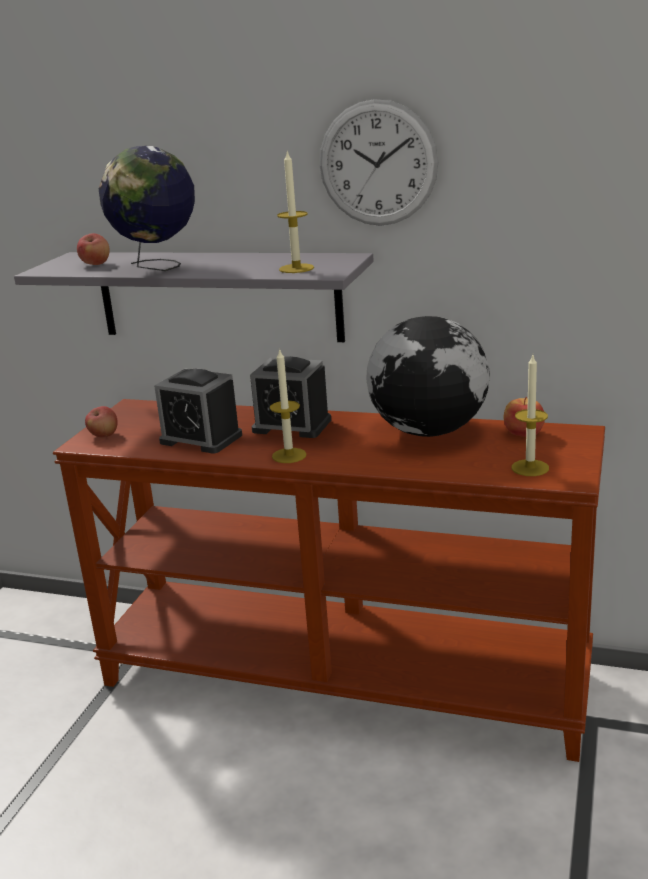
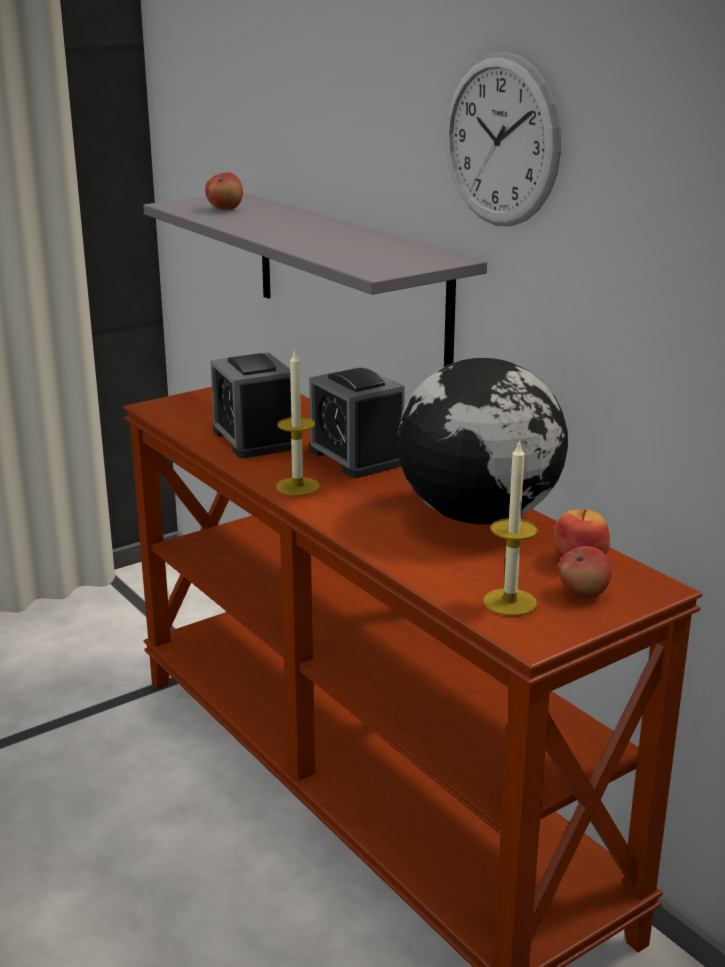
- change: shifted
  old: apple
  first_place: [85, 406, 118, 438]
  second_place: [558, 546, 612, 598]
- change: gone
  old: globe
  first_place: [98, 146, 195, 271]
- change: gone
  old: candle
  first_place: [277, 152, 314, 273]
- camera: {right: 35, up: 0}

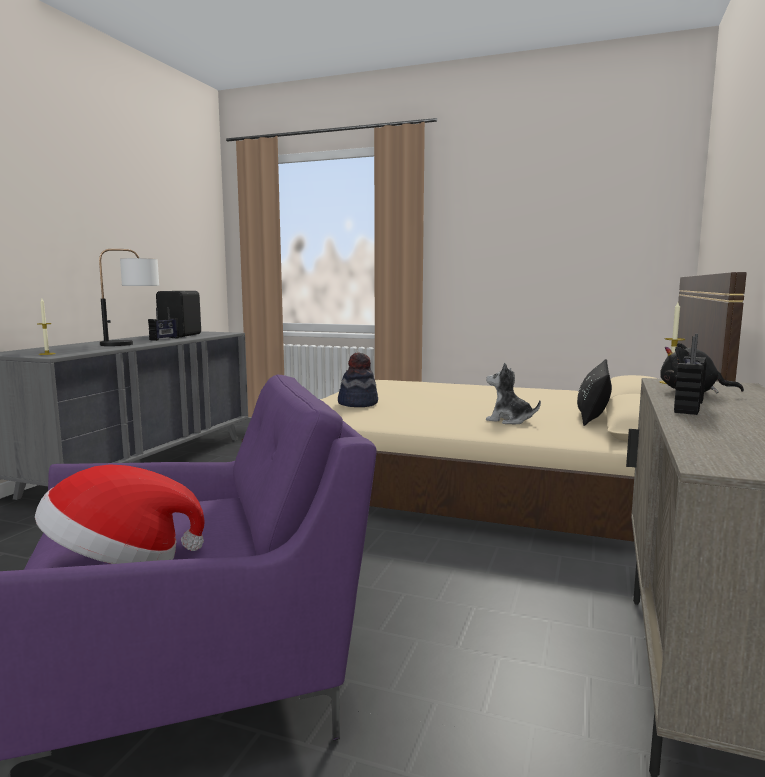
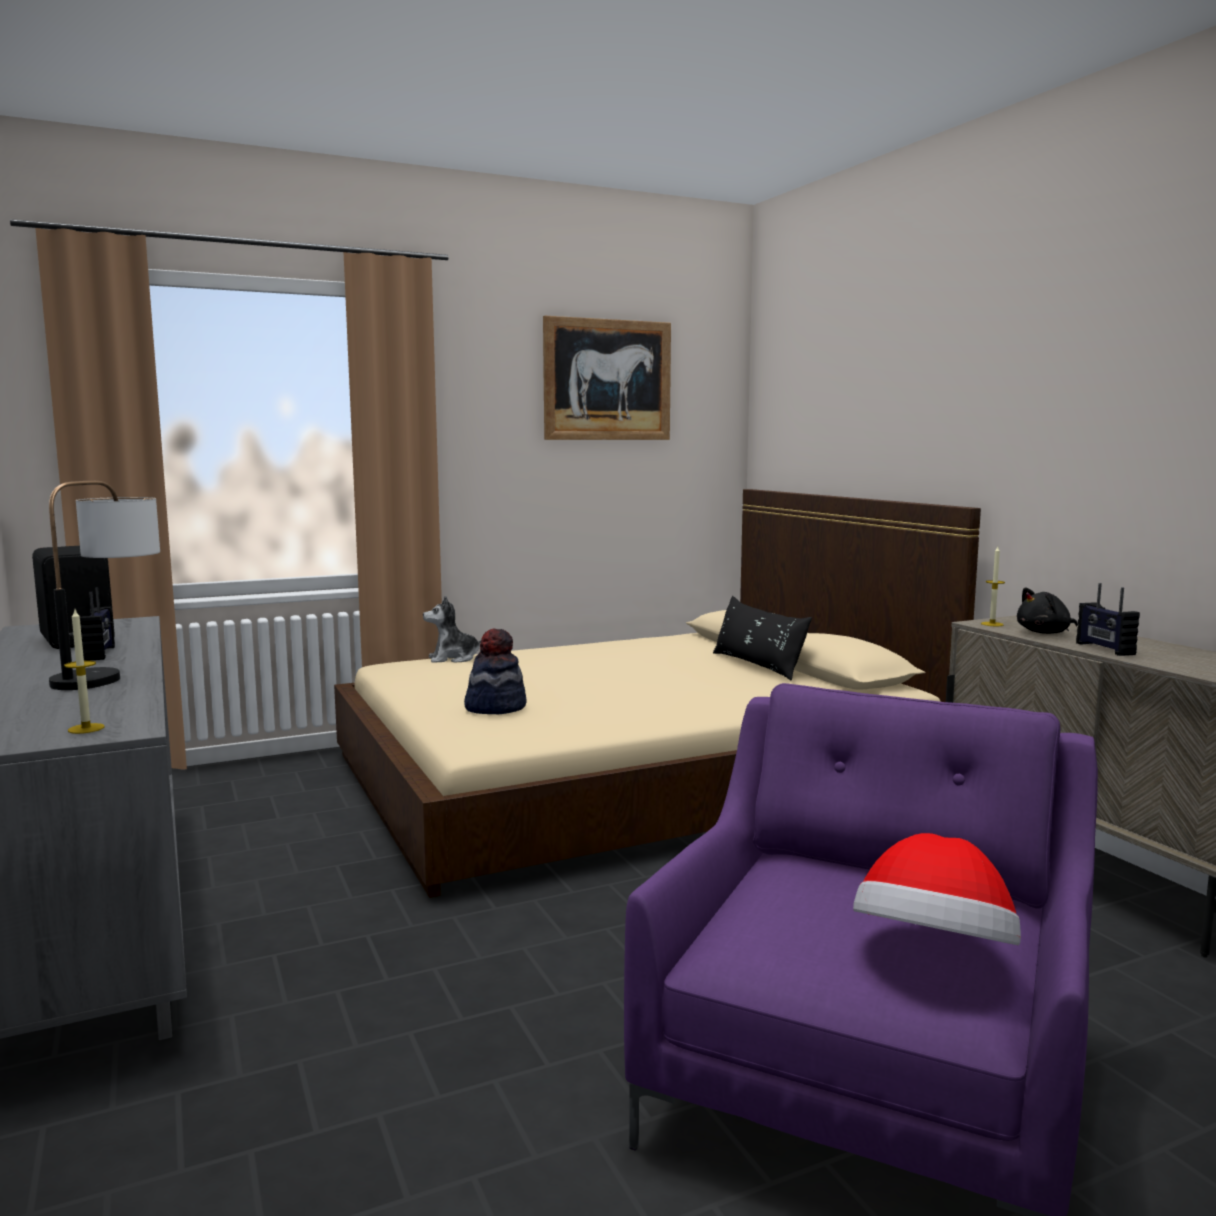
- change: shifted
  old: plush toy
  first_place: [486, 363, 541, 424]
  second_place: [423, 595, 486, 663]
- change: new
  new: picture
  second_place: [543, 316, 671, 440]
- camera: {right: -45, up: 0}

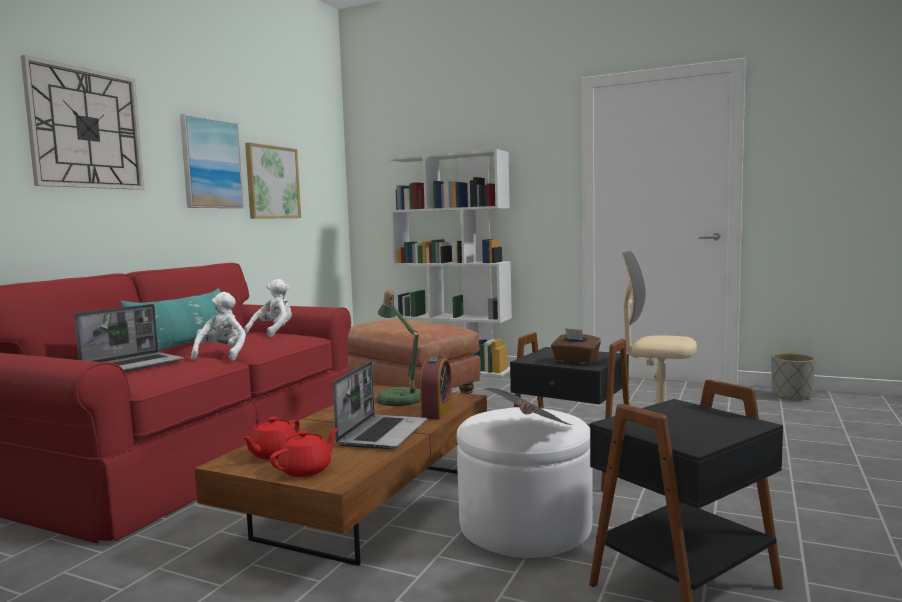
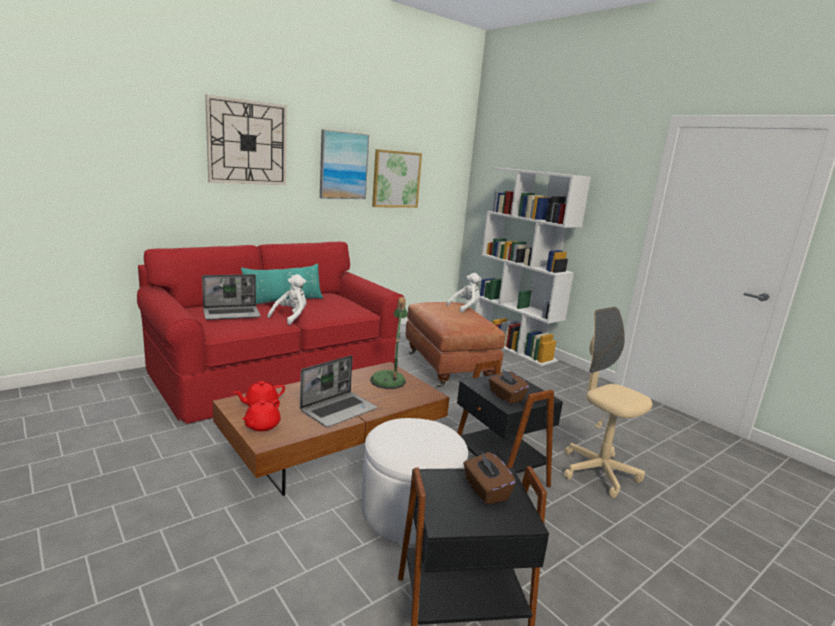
- change: rotated
  old: teapot/red
  first_place: [270, 428, 339, 477]
  second_place: [242, 400, 281, 431]
  degrees: 135
- change: shifted
  old: plush toy/white
  first_place: [244, 279, 292, 337]
  second_place: [447, 273, 482, 313]
- change: new
  new: tissue box/brown
  second_place: [463, 451, 516, 505]
- change: gone
  old: alarm clock
  first_place: [420, 355, 452, 420]
- change: gone
  old: newspaper
  first_place: [484, 387, 573, 425]
- change: gone
  old: planter/grey
  first_place: [771, 353, 815, 400]
- camera: {right: 25, up: 10}

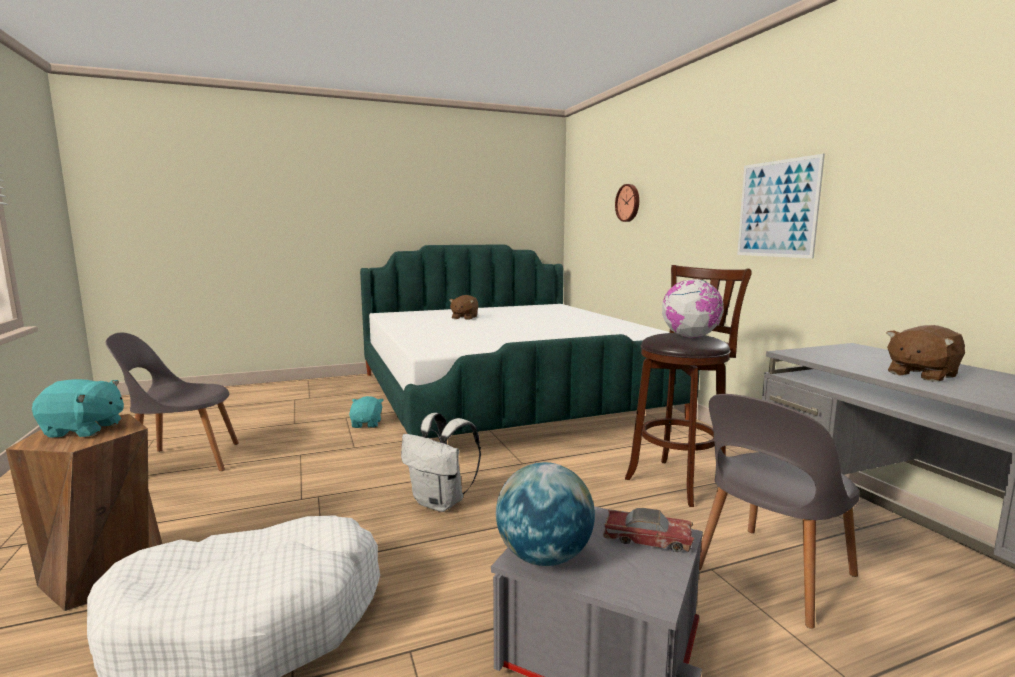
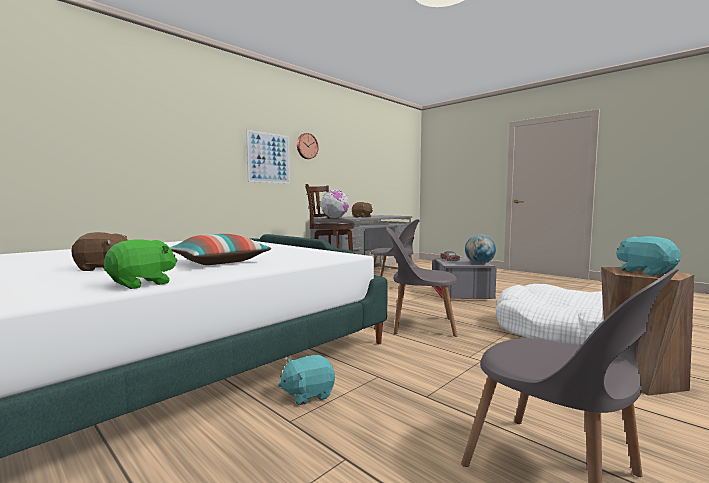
- change: new
  new: plush toy/green
  second_place: [104, 239, 177, 289]
- change: new
  new: pillow
  second_place: [170, 234, 271, 265]
- change: shifted
  old: wall clock
  first_place: [615, 184, 639, 222]
  second_place: [297, 133, 318, 159]
- change: swapped
  old: backpack/white
  new: chair/grey
  first_place: [401, 413, 481, 512]
  second_place: [386, 227, 457, 337]
- camera: {right: -115, up: -5}

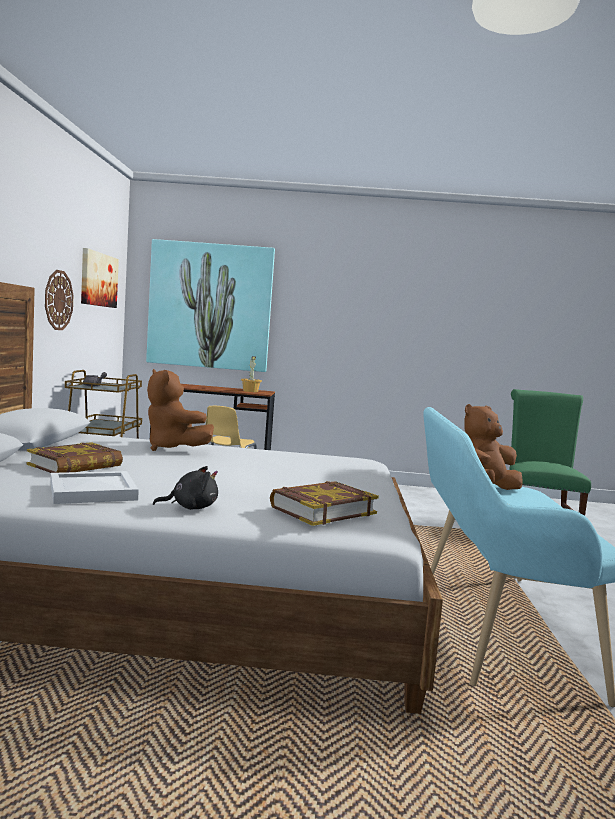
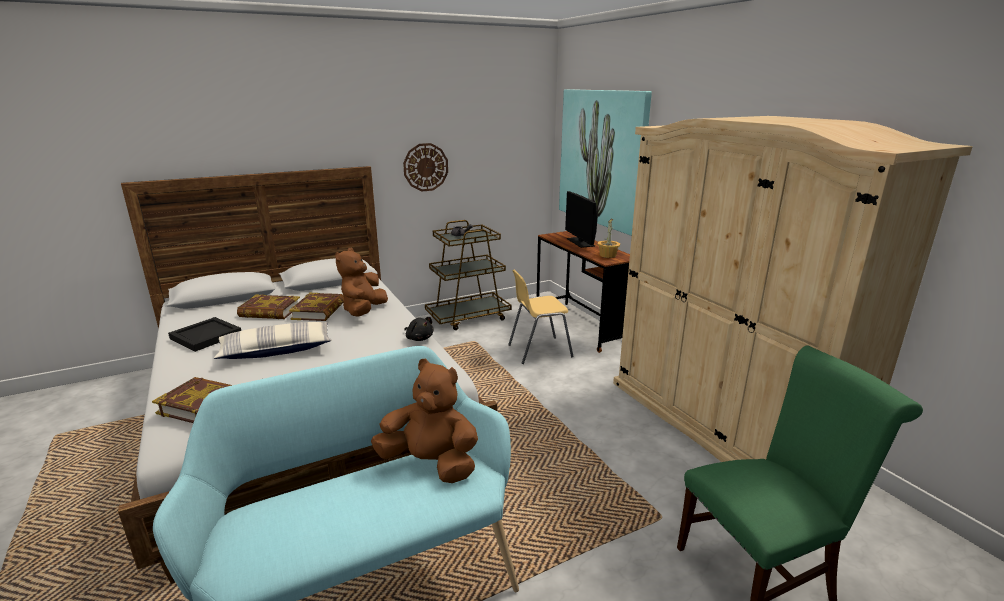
- change: repainted
  old: tray/white
  new: tray/black
  first_place: [50, 471, 139, 504]
  second_place: [168, 317, 241, 352]
- change: new
  new: pillow
  second_place: [214, 322, 332, 359]
- change: new
  new: book
  second_place: [289, 293, 344, 321]
- change: shifted
  old: plush toy/black
  first_place: [153, 466, 218, 510]
  second_place: [405, 317, 434, 341]
- change: new
  new: monitor
  second_place: [565, 191, 597, 248]
- change: new
  new: wardrobe/beige
  second_place: [613, 116, 973, 462]
- change: gone
  old: picture
  first_place: [81, 248, 119, 308]
- camera: {right: 60, up: 15}

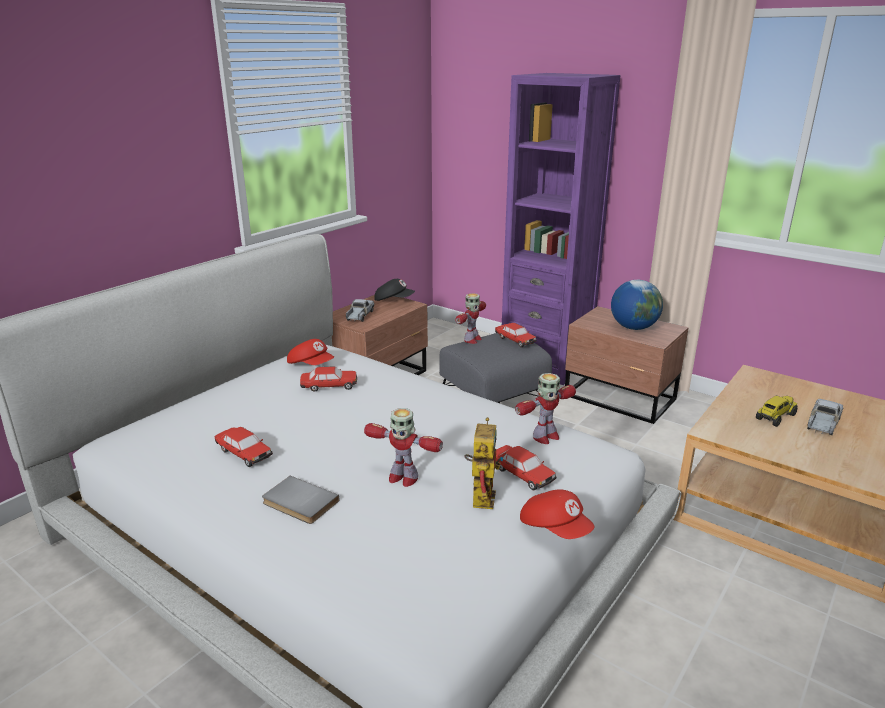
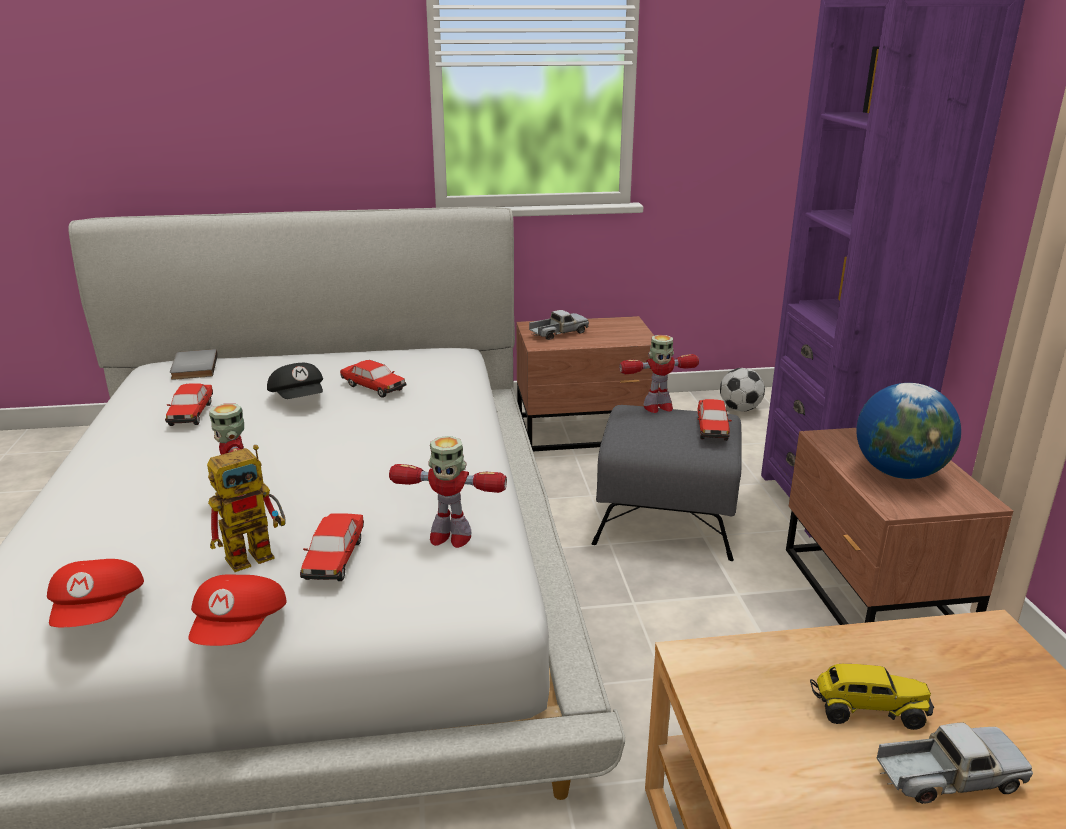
- change: shifted
  old: cap/red
  first_place: [287, 339, 334, 365]
  second_place: [47, 559, 144, 627]
- change: shifted
  old: book/grey
  first_place: [262, 475, 339, 524]
  second_place: [170, 349, 218, 380]
- change: shifted
  old: cap/black
  first_place: [374, 279, 415, 301]
  second_place: [267, 363, 323, 399]
- change: new
  new: football
  second_place: [720, 368, 765, 411]
- camera: {right: 45, up: 0}

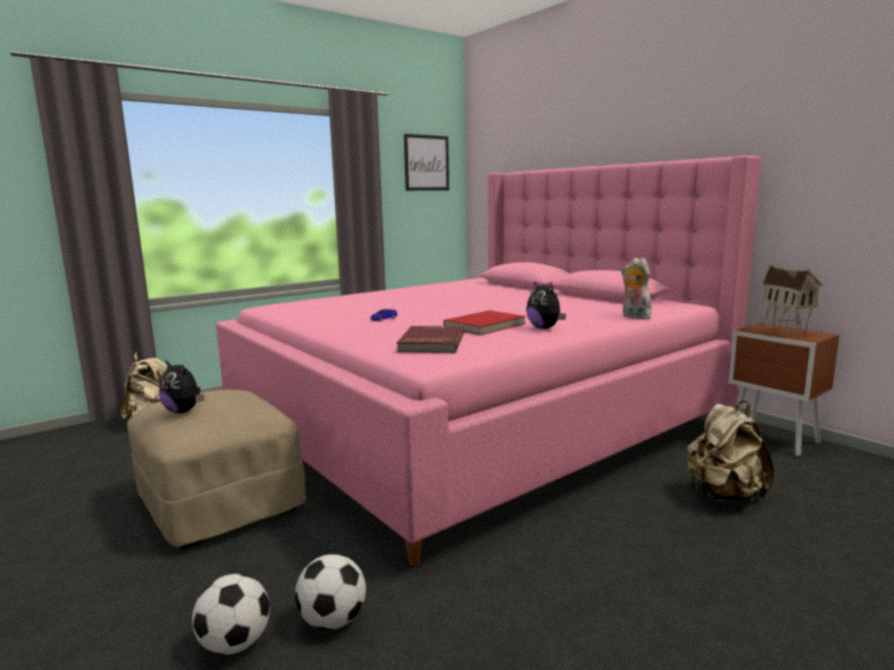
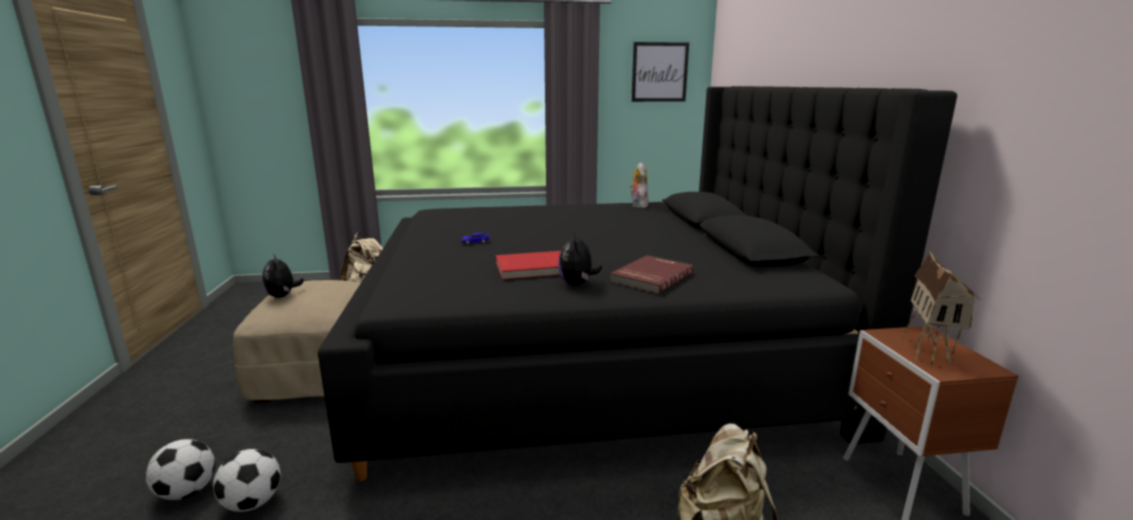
- change: repainted
  old: bed/pink
  new: bed/black
  first_place: [216, 155, 761, 566]
  second_place: [318, 86, 957, 481]
- change: shifted
  old: book/red
  first_place: [397, 326, 465, 353]
  second_place: [610, 256, 694, 294]
- change: shifted
  old: plush toy
  first_place: [621, 258, 654, 319]
  second_place: [630, 163, 649, 208]
- camera: {right: 30, up: 5}

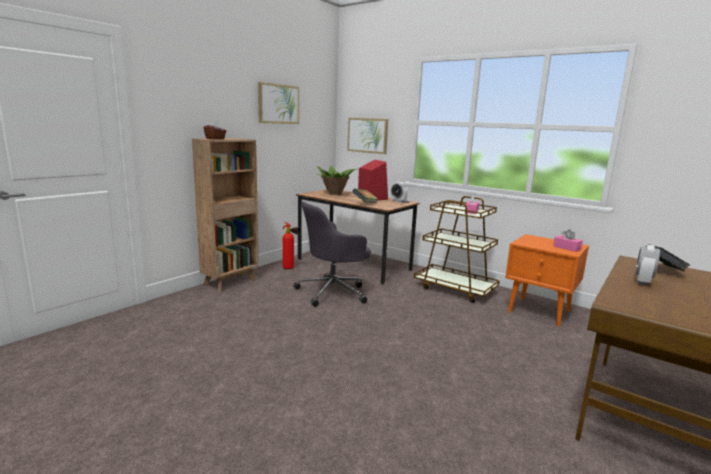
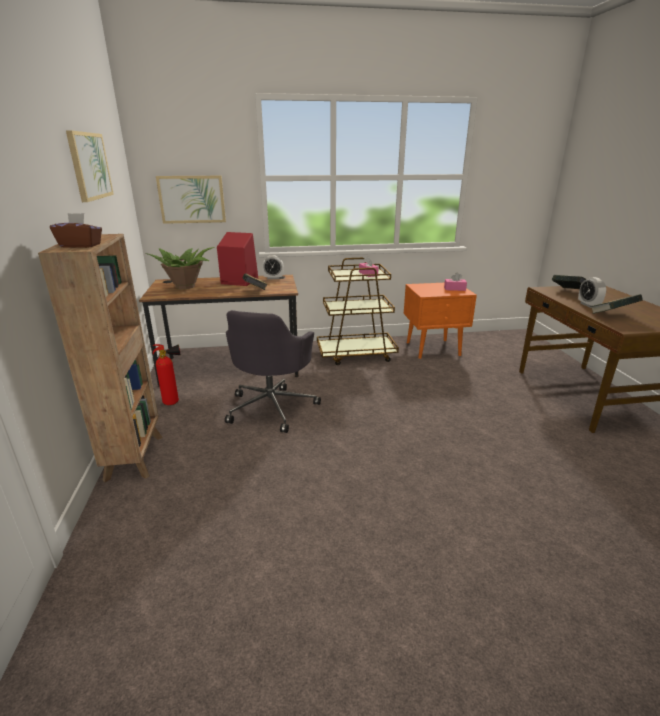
- change: new
  new: book
  second_place: [590, 294, 643, 314]
- camera: {right: -45, up: 10}

